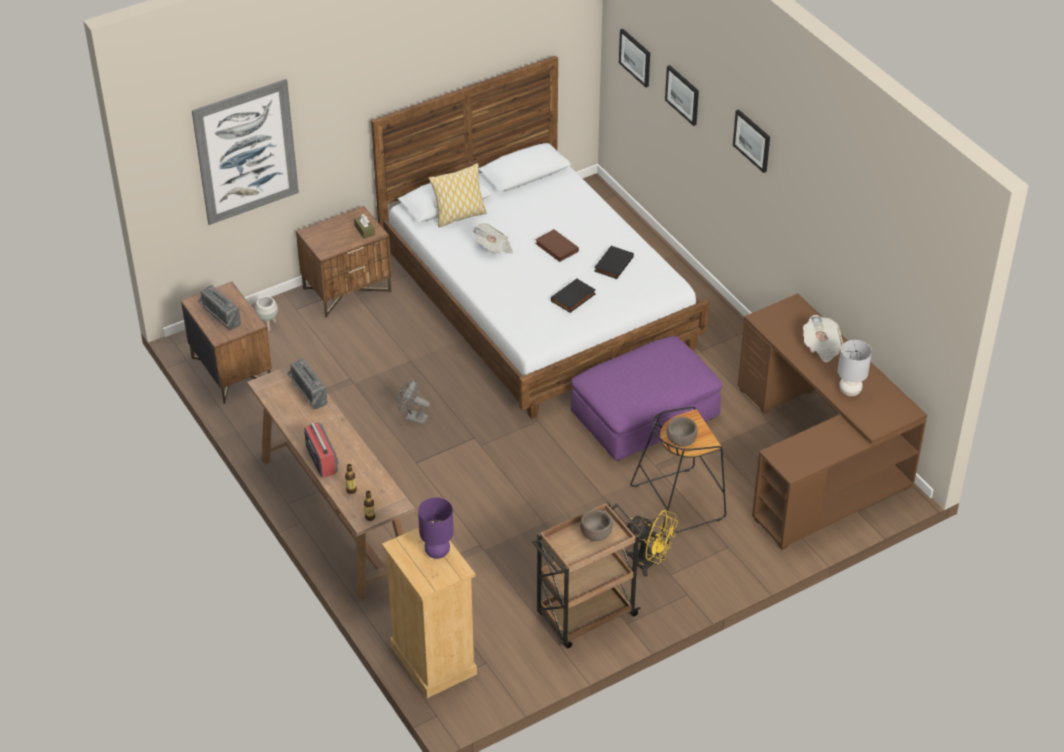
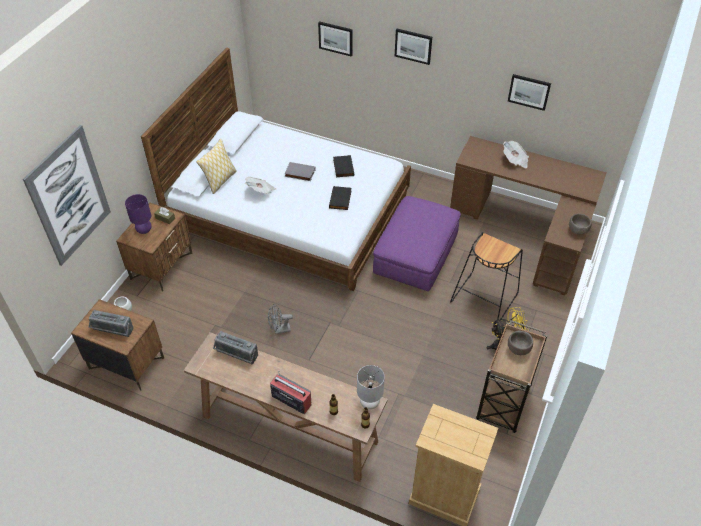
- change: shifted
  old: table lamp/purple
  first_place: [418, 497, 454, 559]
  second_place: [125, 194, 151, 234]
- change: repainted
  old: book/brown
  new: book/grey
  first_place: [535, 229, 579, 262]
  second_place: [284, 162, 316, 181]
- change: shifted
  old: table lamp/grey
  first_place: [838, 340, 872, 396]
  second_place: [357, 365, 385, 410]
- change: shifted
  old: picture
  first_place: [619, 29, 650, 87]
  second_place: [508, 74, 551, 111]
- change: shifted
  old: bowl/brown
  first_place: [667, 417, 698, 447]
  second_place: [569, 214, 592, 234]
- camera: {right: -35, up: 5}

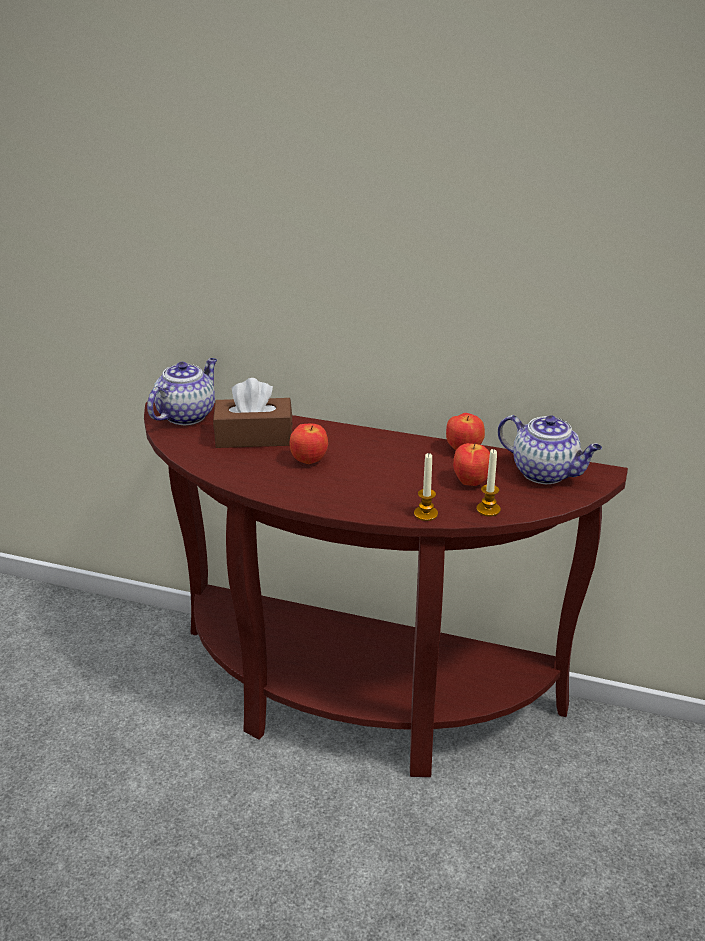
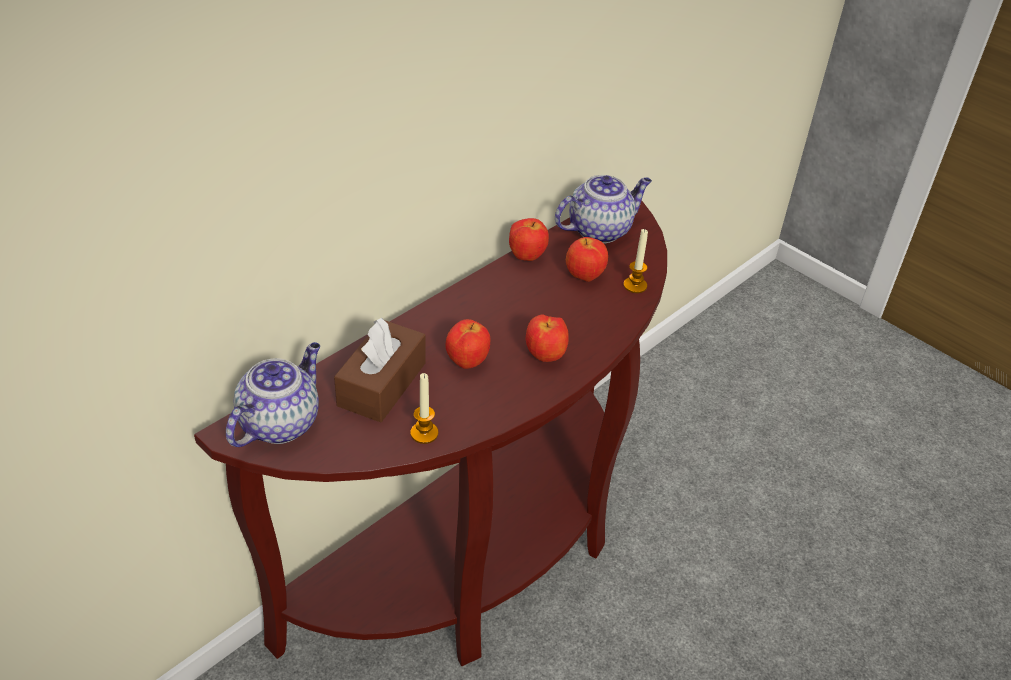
- change: rotated
  old: teapot
  first_place: [147, 358, 217, 425]
  second_place: [226, 342, 320, 447]
  degrees: 60
- change: shifted
  old: candle
  first_place: [414, 453, 438, 521]
  second_place: [410, 373, 438, 444]
- change: new
  new: apple
  second_place: [525, 315, 569, 362]
- camera: {right: -65, up: 10}

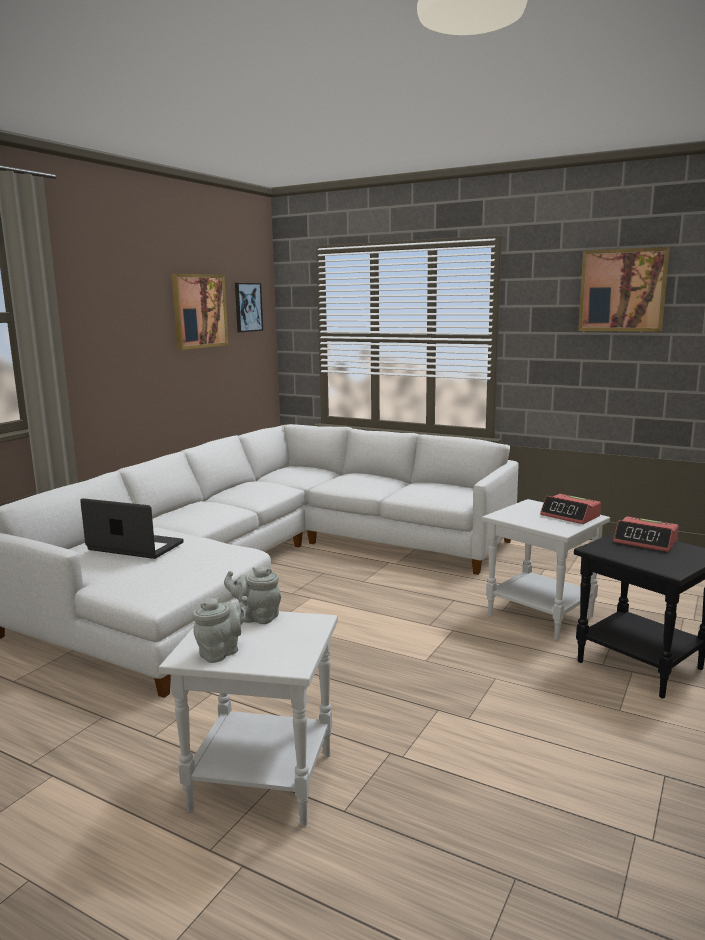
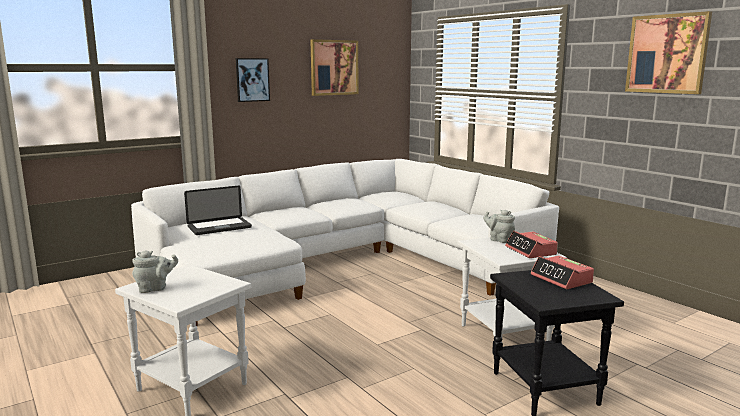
- change: rotated
  old: laptop
  first_place: [80, 498, 184, 559]
  second_place: [184, 186, 252, 235]
  degrees: 105
- change: shifted
  old: picture
  first_place: [235, 283, 263, 332]
  second_place: [236, 58, 270, 102]
- change: shifted
  old: teapot/grey
  first_place: [224, 567, 281, 624]
  second_place: [483, 210, 515, 243]
- camera: {right: 25, up: 0}

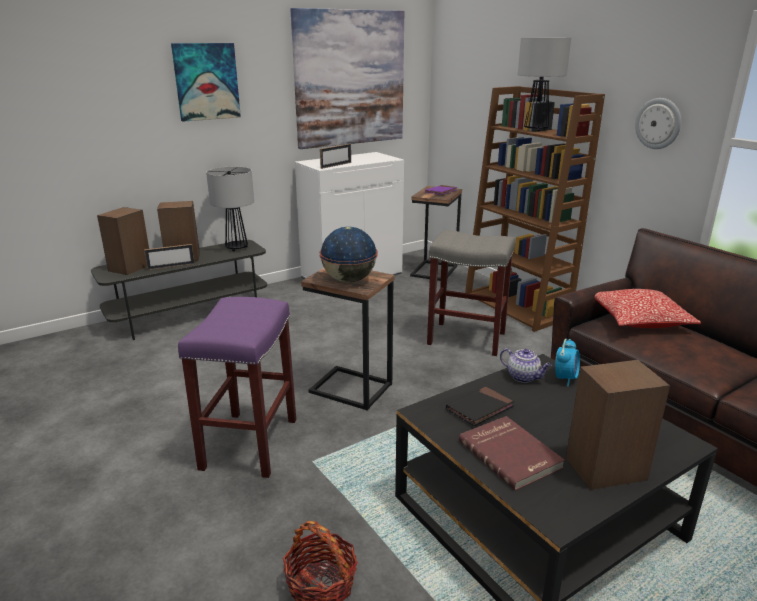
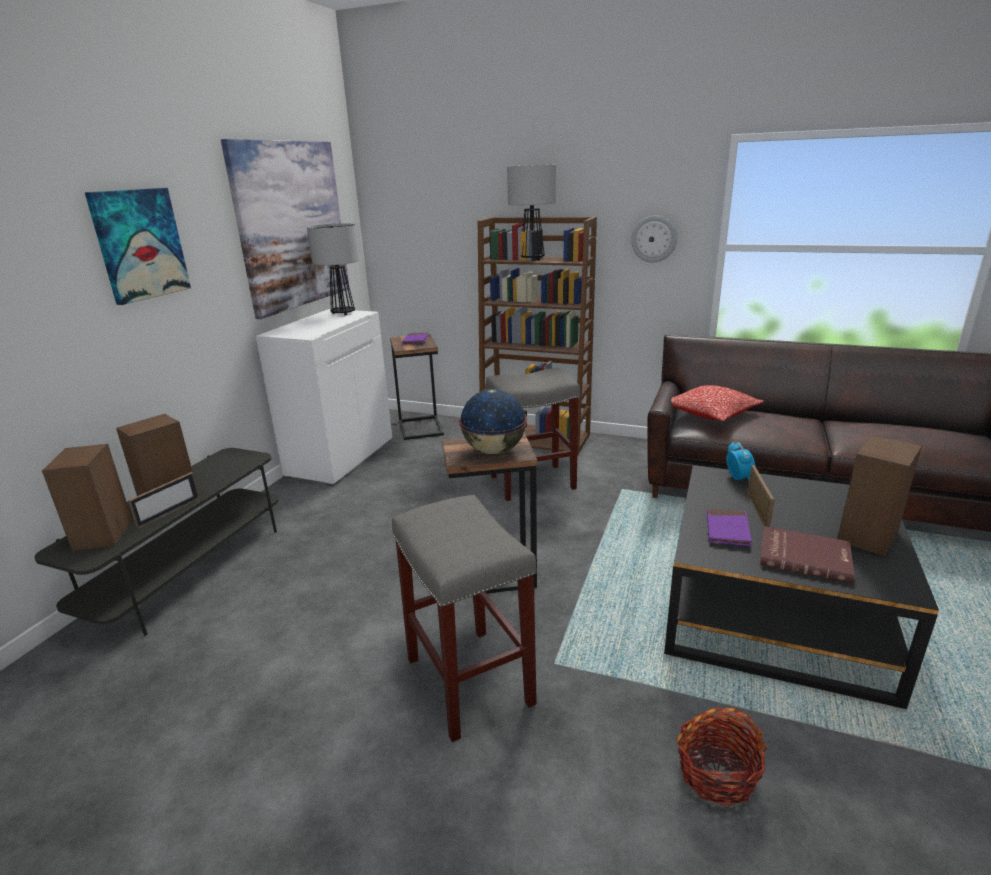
- change: shifted
  old: table lamp
  first_place: [206, 167, 254, 251]
  second_place: [307, 223, 360, 316]
- change: repainted
  old: stool/purple
  new: stool/grey
  first_place: [178, 297, 296, 478]
  second_place: [392, 495, 537, 742]
- change: repainted
  old: book/black
  new: book/purple
  first_place: [446, 386, 514, 426]
  second_place: [707, 509, 752, 546]
- change: shifted
  old: picture frame
  first_place: [320, 144, 351, 169]
  second_place: [747, 465, 775, 527]
- change: gone
  old: teapot
  first_place: [500, 348, 551, 383]
- camera: {right: -35, up: 0}

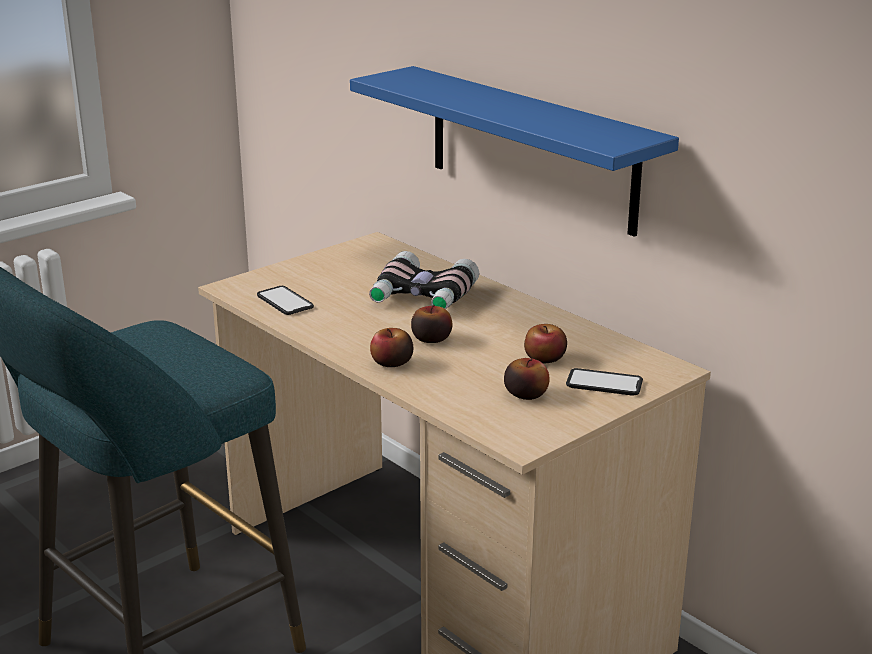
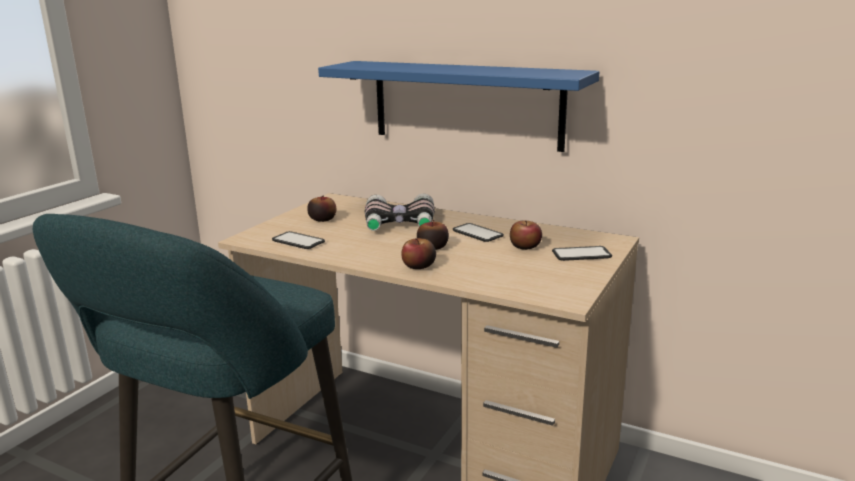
- change: shifted
  old: apple
  first_place: [504, 358, 550, 400]
  second_place: [307, 195, 336, 222]
- change: new
  new: phone
  second_place: [453, 223, 504, 242]
- camera: {right: -20, up: -5}

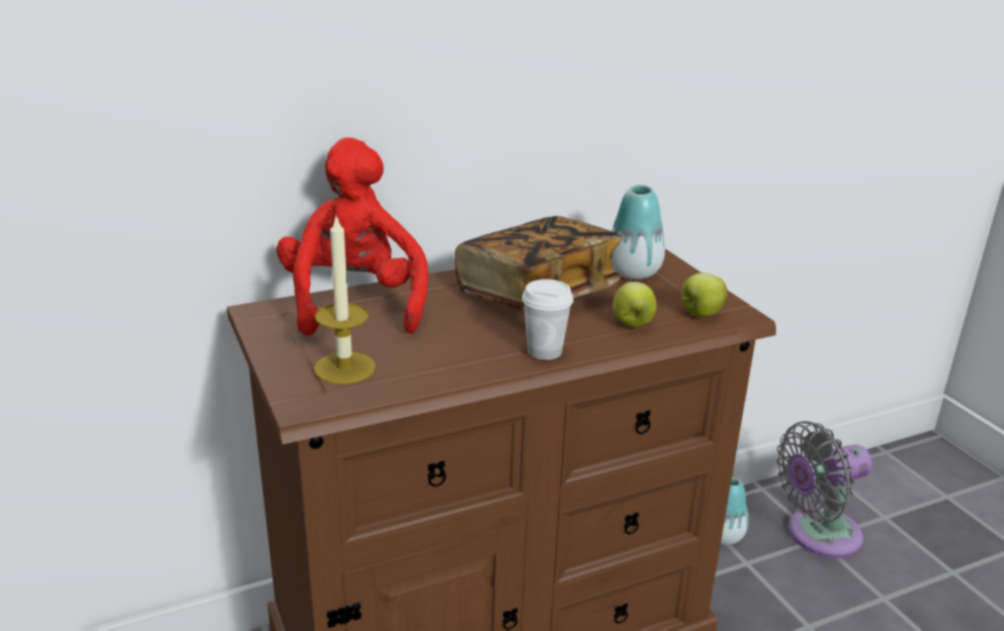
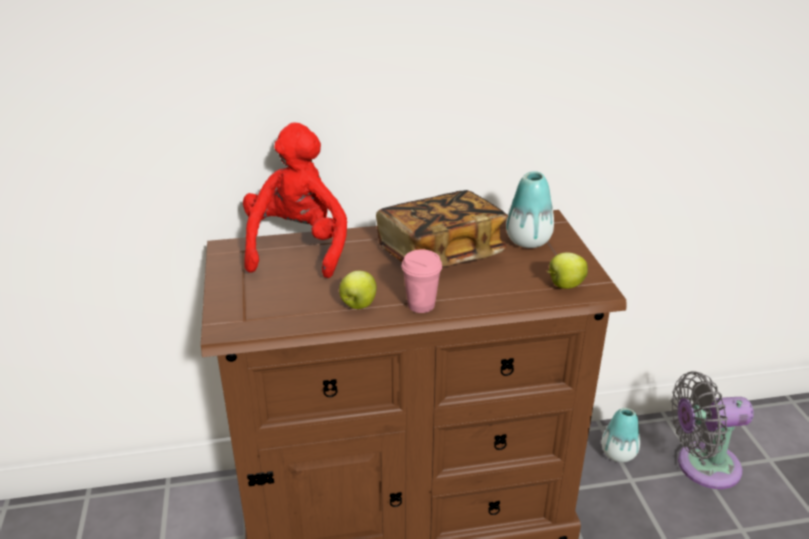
- change: shifted
  old: apple
  first_place: [613, 282, 657, 327]
  second_place: [339, 271, 377, 309]
- change: repainted
  old: cup/white
  new: cup/pink
  first_place: [522, 279, 573, 360]
  second_place: [402, 250, 442, 313]
- change: gone
  old: candle
  first_place: [314, 215, 376, 384]
- camera: {right: 15, up: 5}

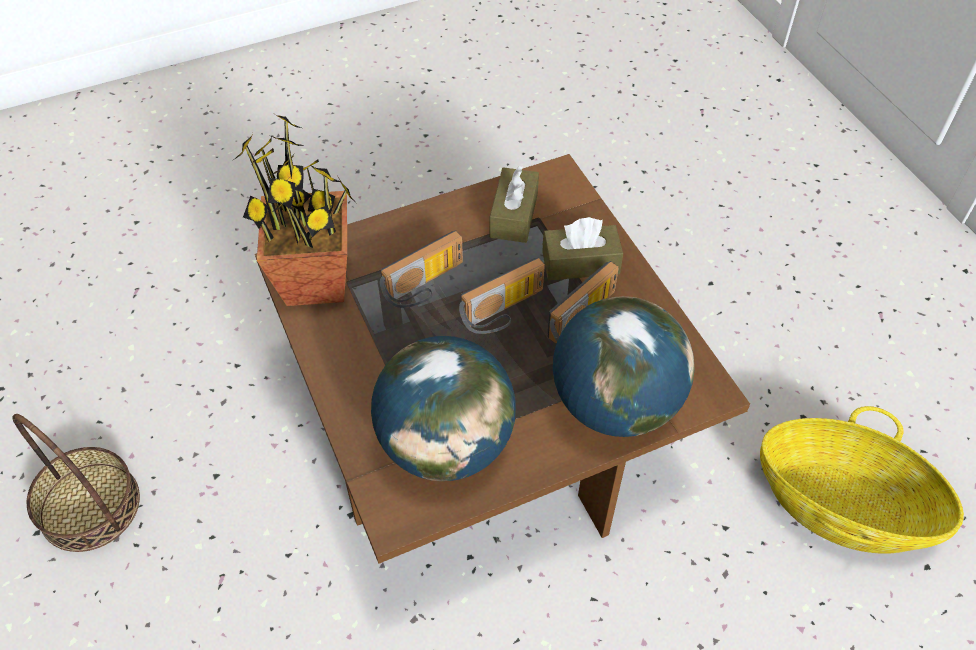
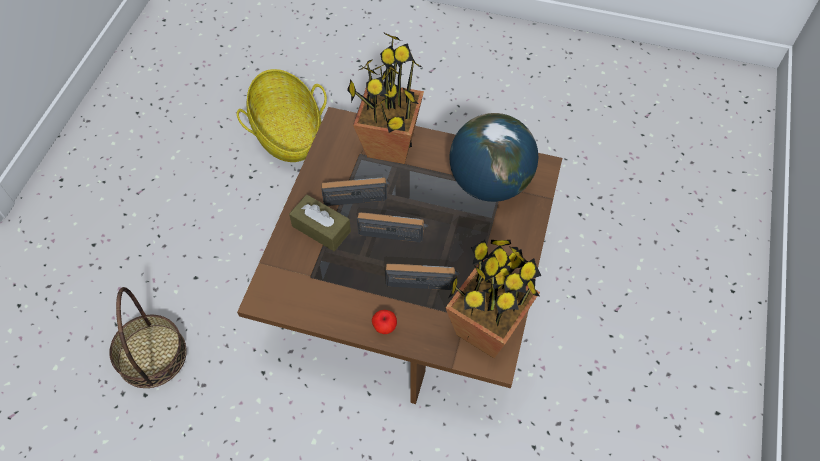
- change: shifted
  old: basket
  first_place: [12, 414, 140, 552]
  second_place: [110, 287, 187, 388]
- change: swapped
  old: globe
  new: potted plant
  first_place: [553, 296, 694, 437]
  second_place: [347, 32, 424, 164]
- change: new
  new: apple
  second_place: [372, 310, 397, 334]
- change: gone
  old: tissue box/brown
  first_place: [490, 166, 539, 243]
- camera: {right: -140, up: 5}

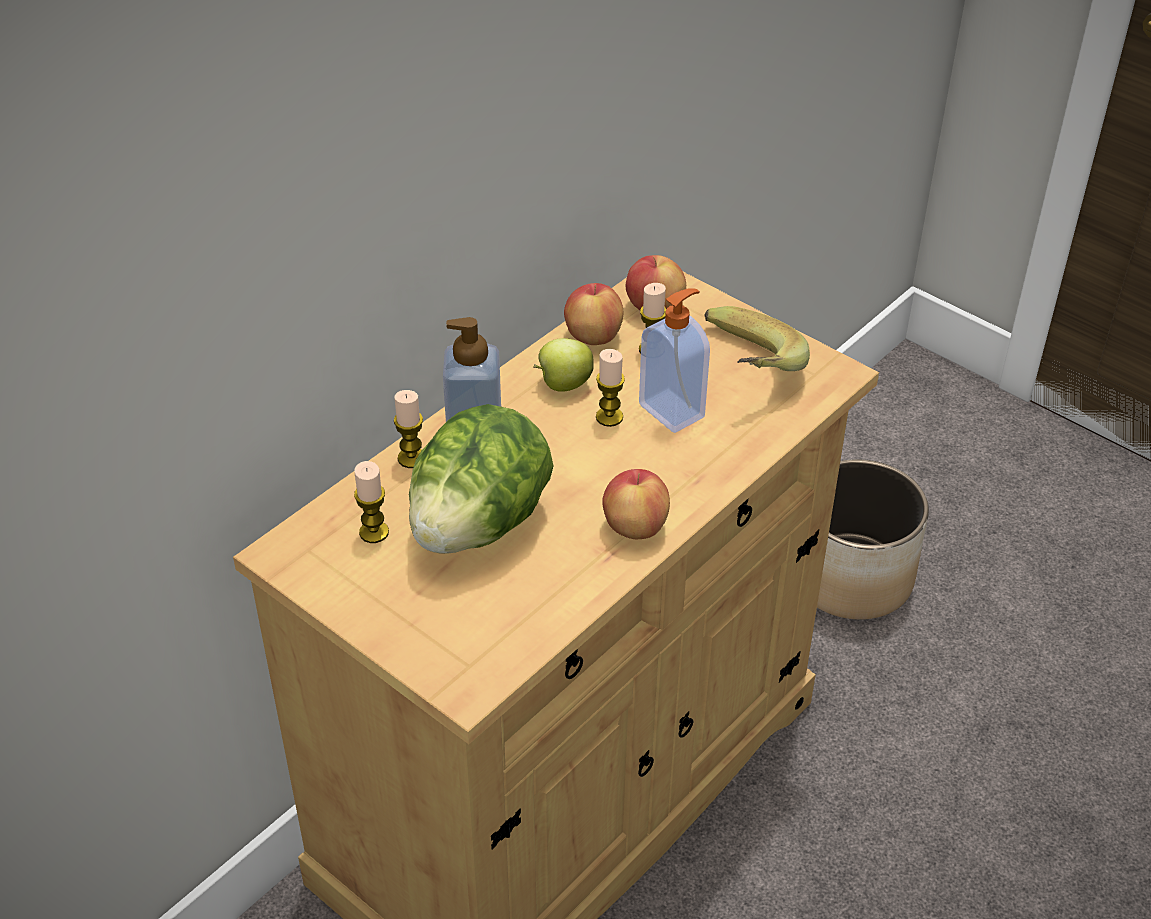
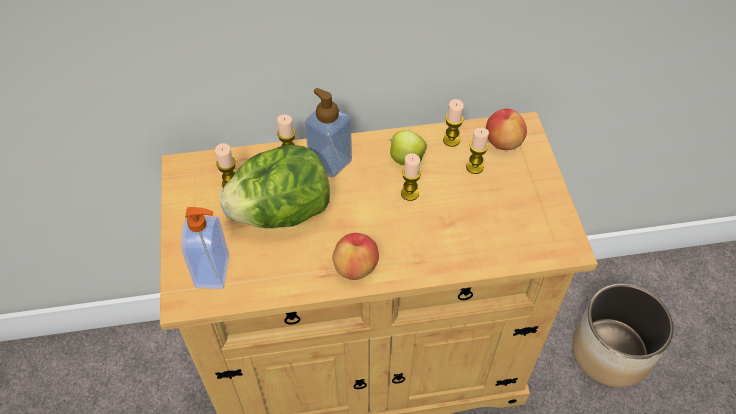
- change: shifted
  old: soap dispenser
  first_place: [639, 288, 710, 433]
  second_place: [181, 207, 229, 289]
- change: swapped
  old: apple
  new: candle
  first_place: [564, 283, 623, 345]
  second_place: [443, 99, 464, 147]
- change: gone
  old: banana
  first_place: [704, 306, 810, 371]
- camera: {right: 40, up: 10}

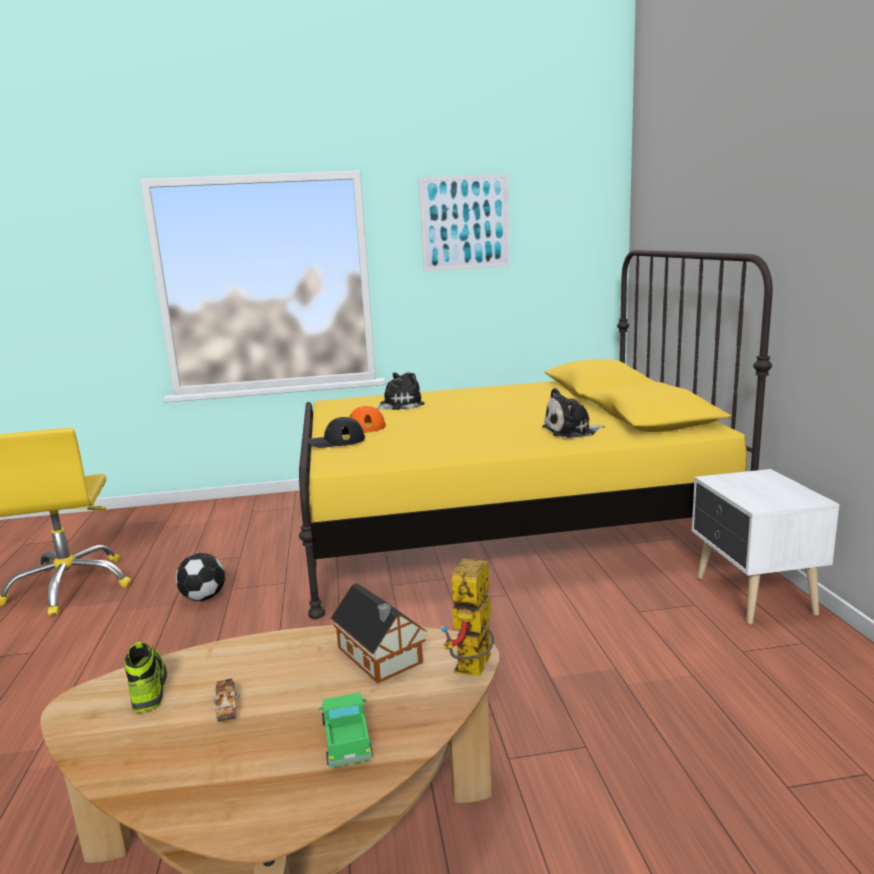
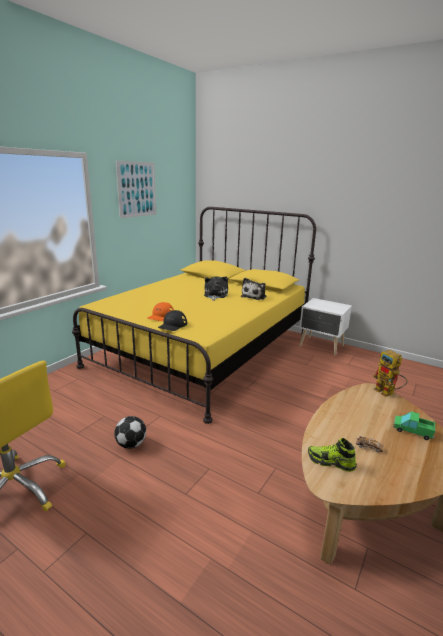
- change: shifted
  old: plush toy
  first_place: [377, 372, 425, 410]
  second_place: [204, 276, 228, 301]
- change: gone
  old: toy house
  first_place: [331, 583, 427, 683]
- camera: {right: -50, up: 5}

